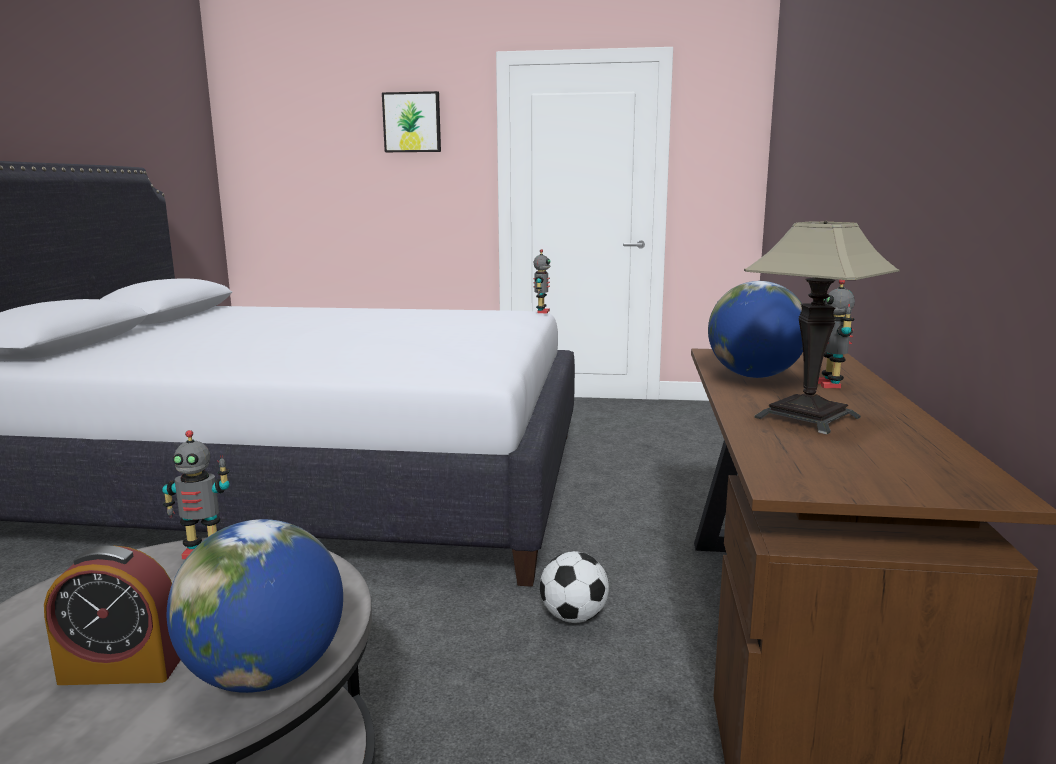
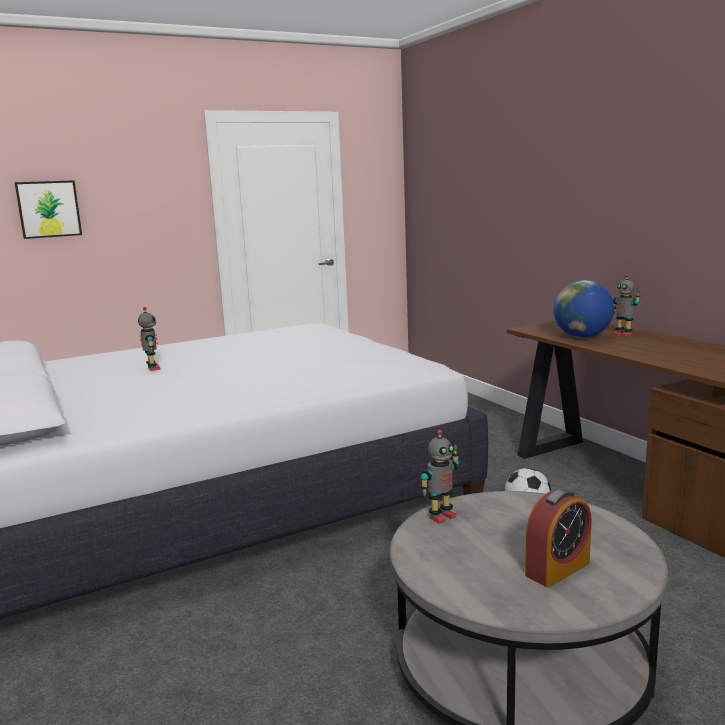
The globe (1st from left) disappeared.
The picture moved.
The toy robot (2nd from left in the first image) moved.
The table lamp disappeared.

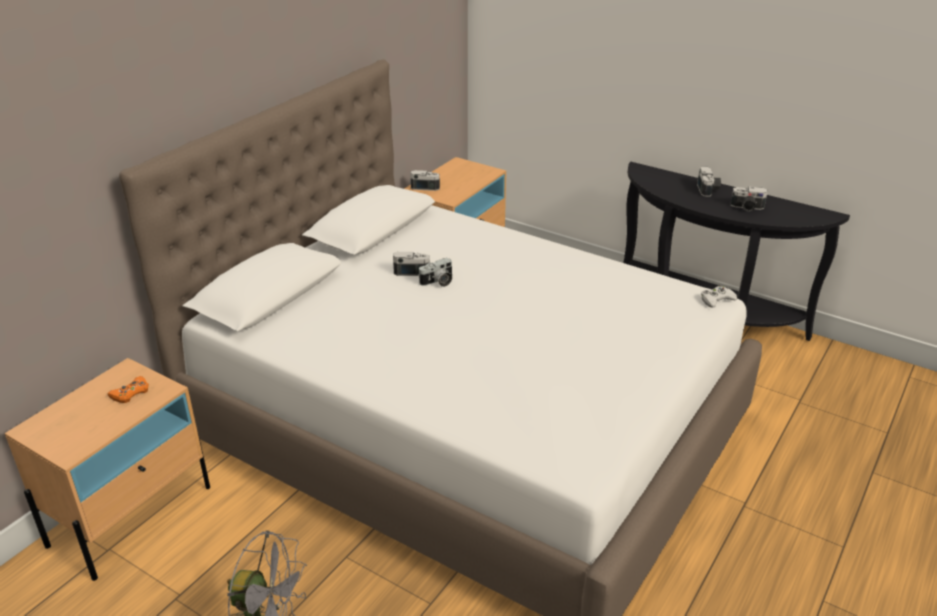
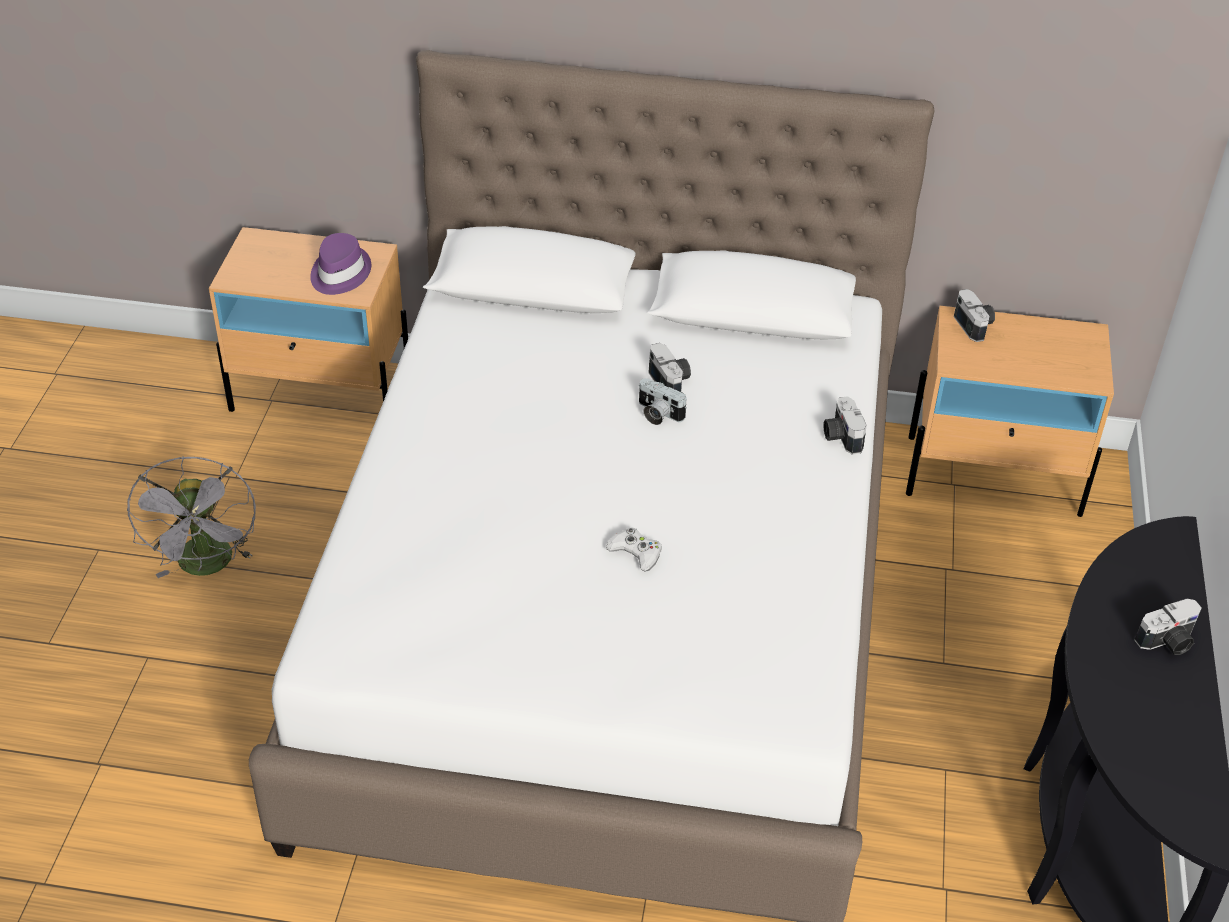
The orange game controller was replaced by the purple hat.
The white game controller moved.
The photo camera (5th from left in the first image) moved.

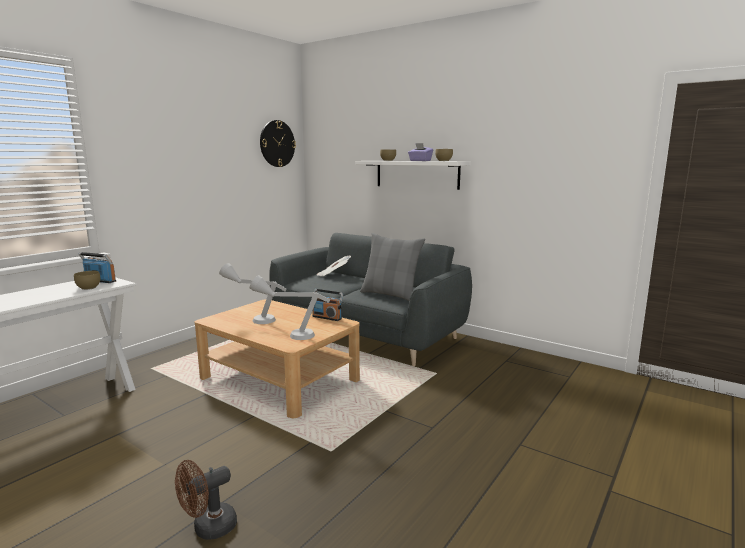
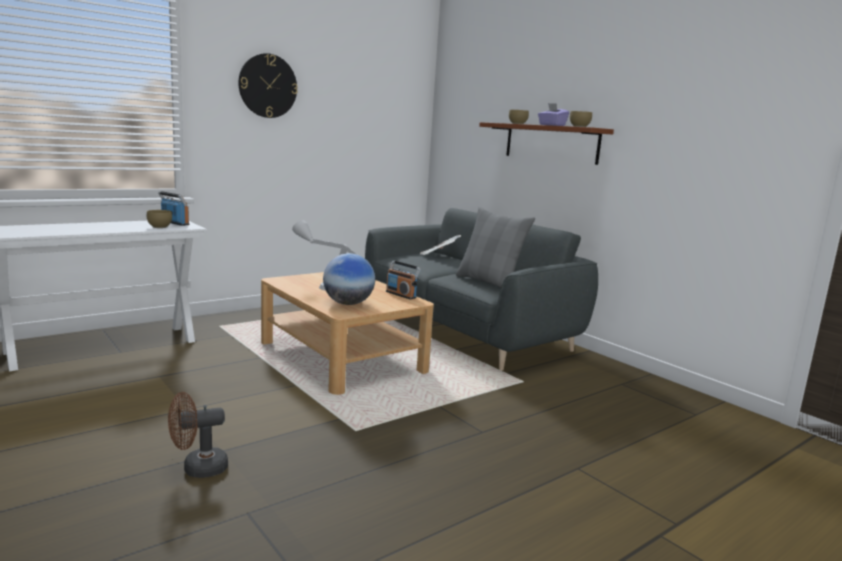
The grey table lamp (2nd from left) was replaced by the globe.
The wall clock moved.
The white shelf became the brown shelf.

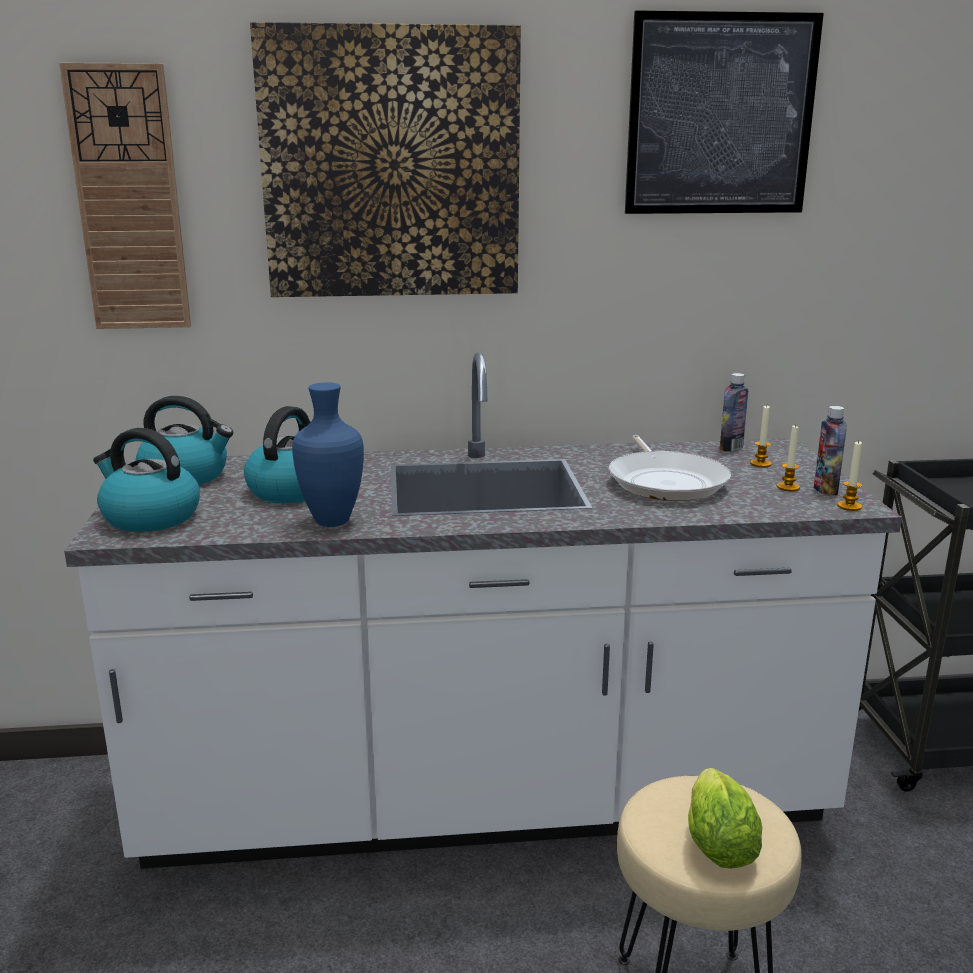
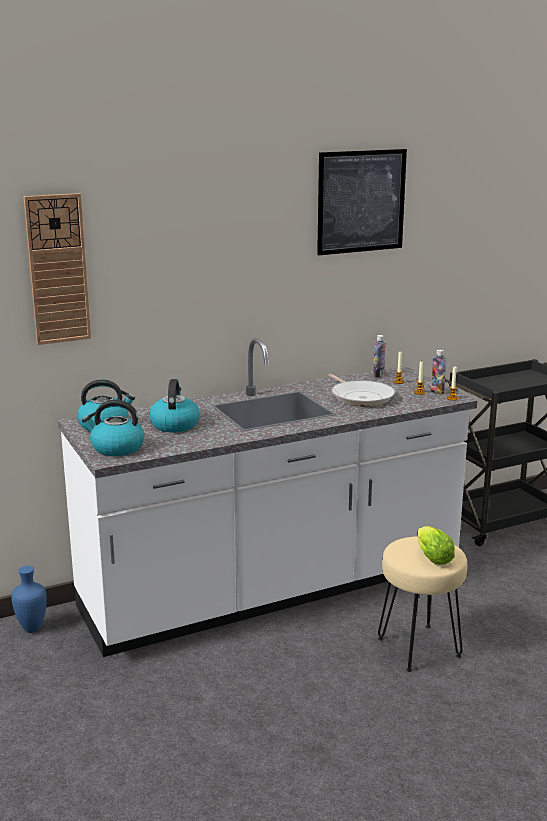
The picture (1st from left) disappeared.
The blue vase moved.

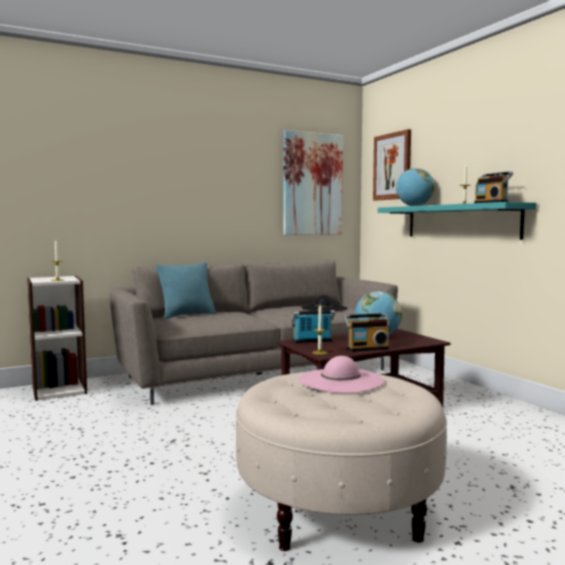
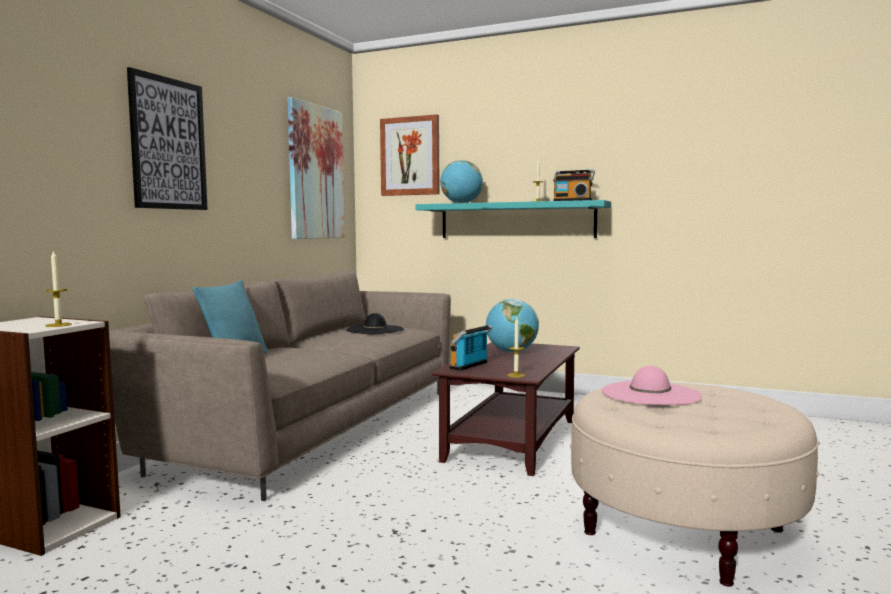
The radio (2nd from left) disappeared.
The picture (1st from left) appeared.

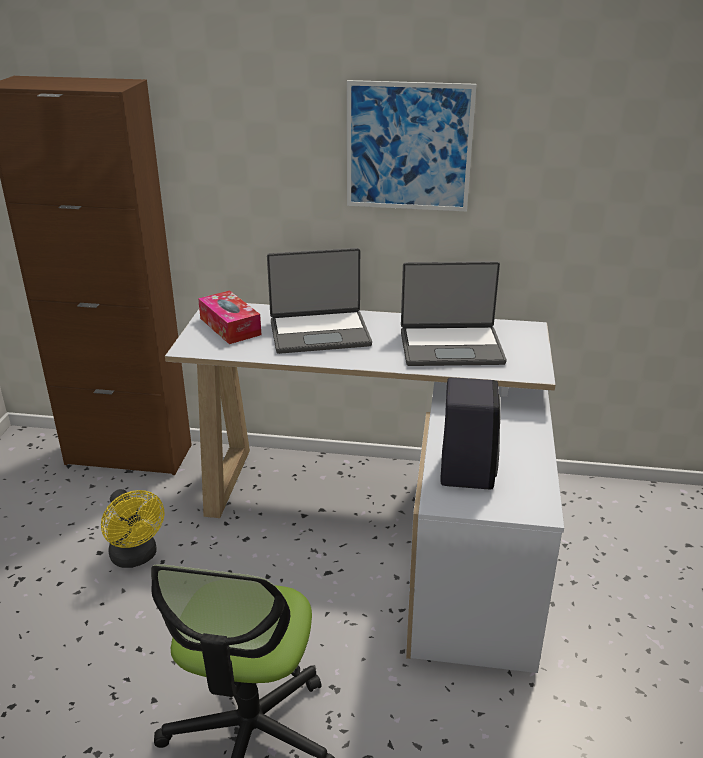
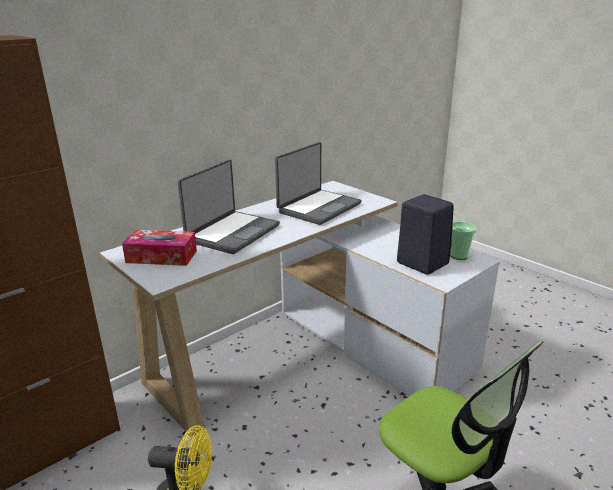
The picture disappeared.
The cup appeared.

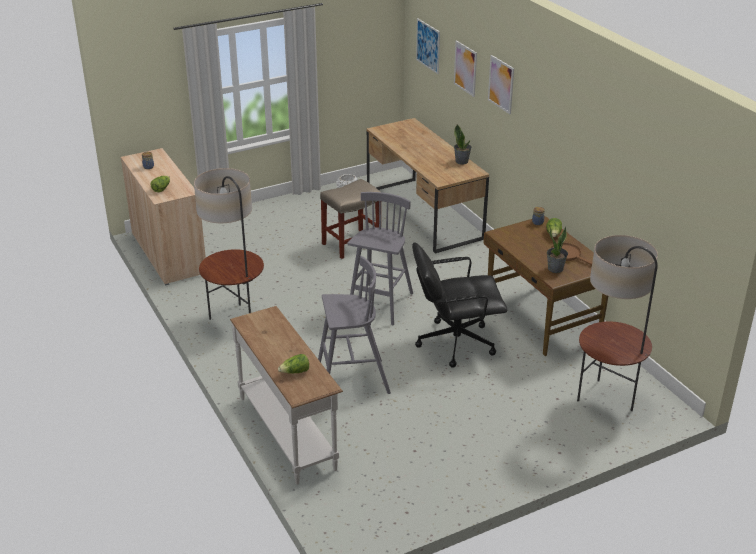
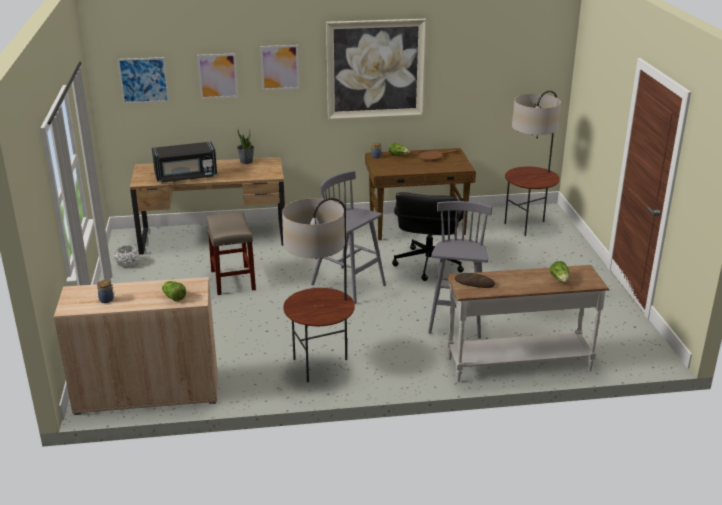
The potted plant (2nd from left) disappeared.
The black microwave appeared.
The picture (4th from left) appeared.
The bread appeared.

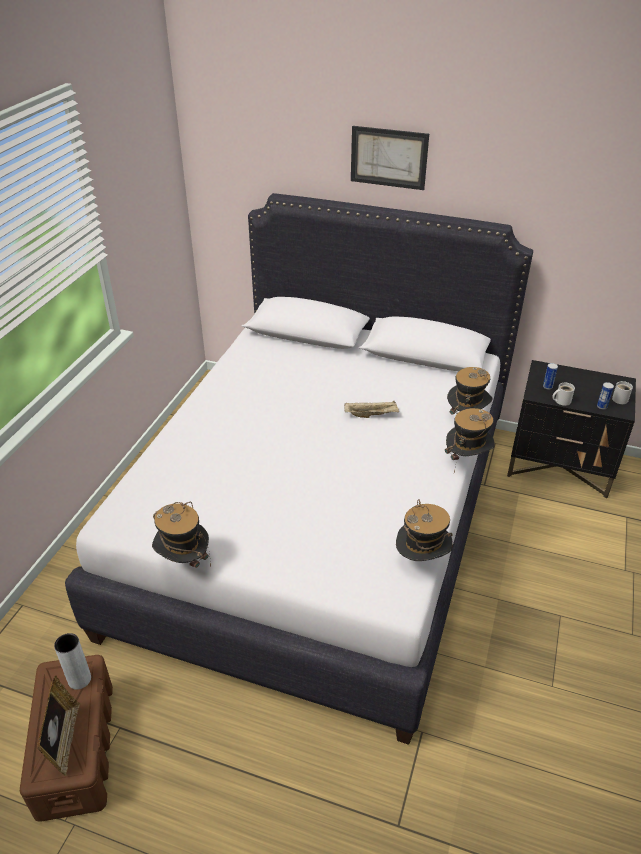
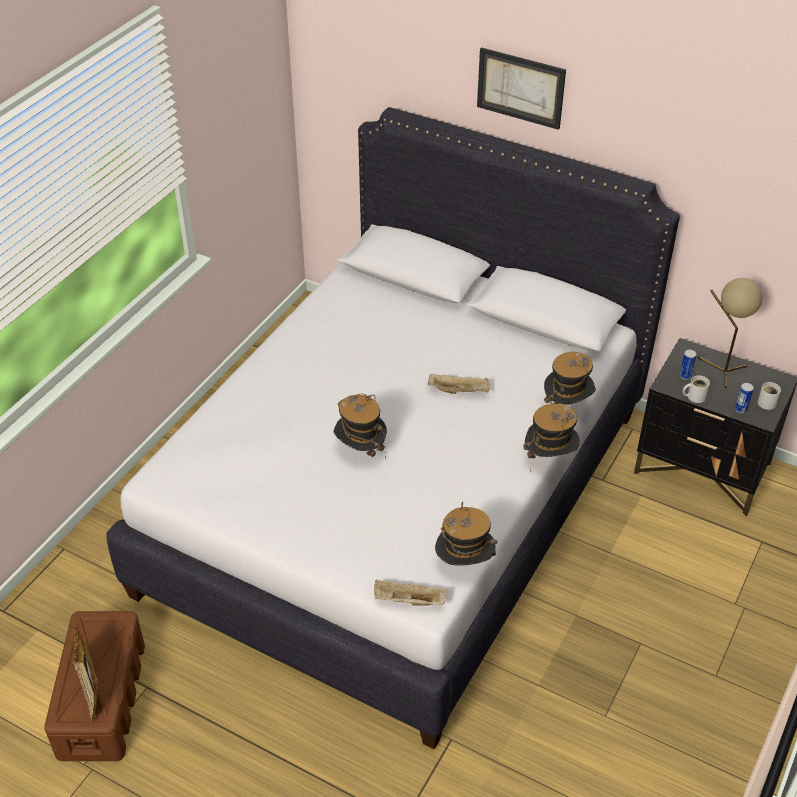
The picture frame turned 150 degrees clockwise.
The grey vase disappeared.
The hat (1st from left) moved.
The beige tray (1st from left) appeared.
The beige table lamp appeared.

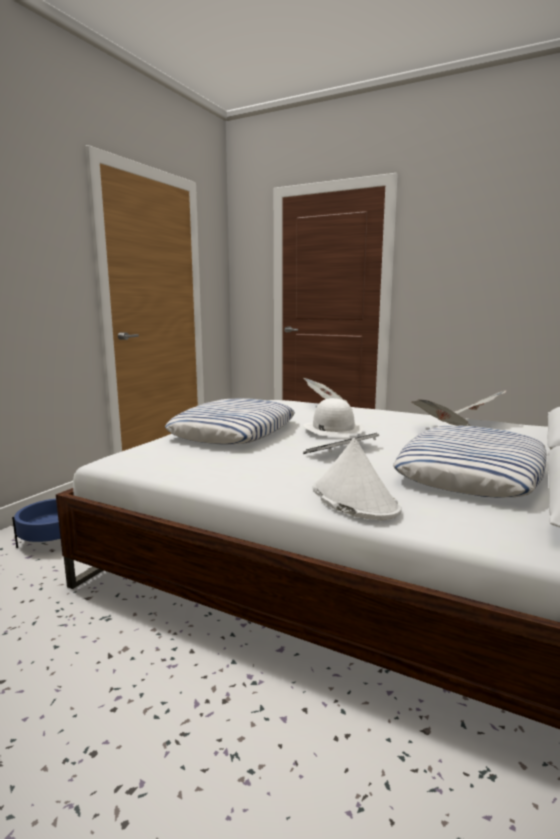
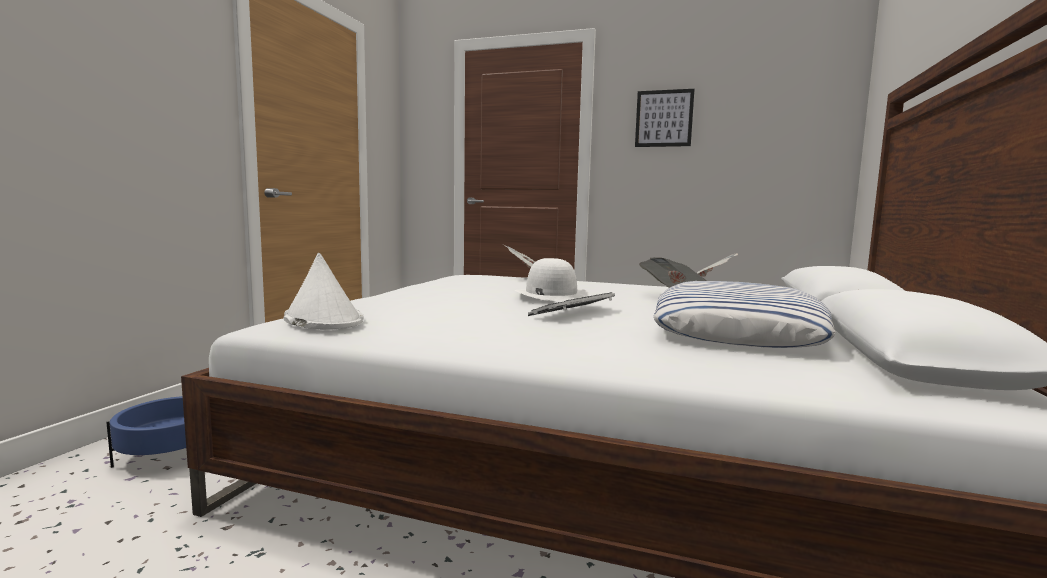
The pillow (1st from left) disappeared.
The white hat (2nd from left in the first image) moved.
The picture appeared.

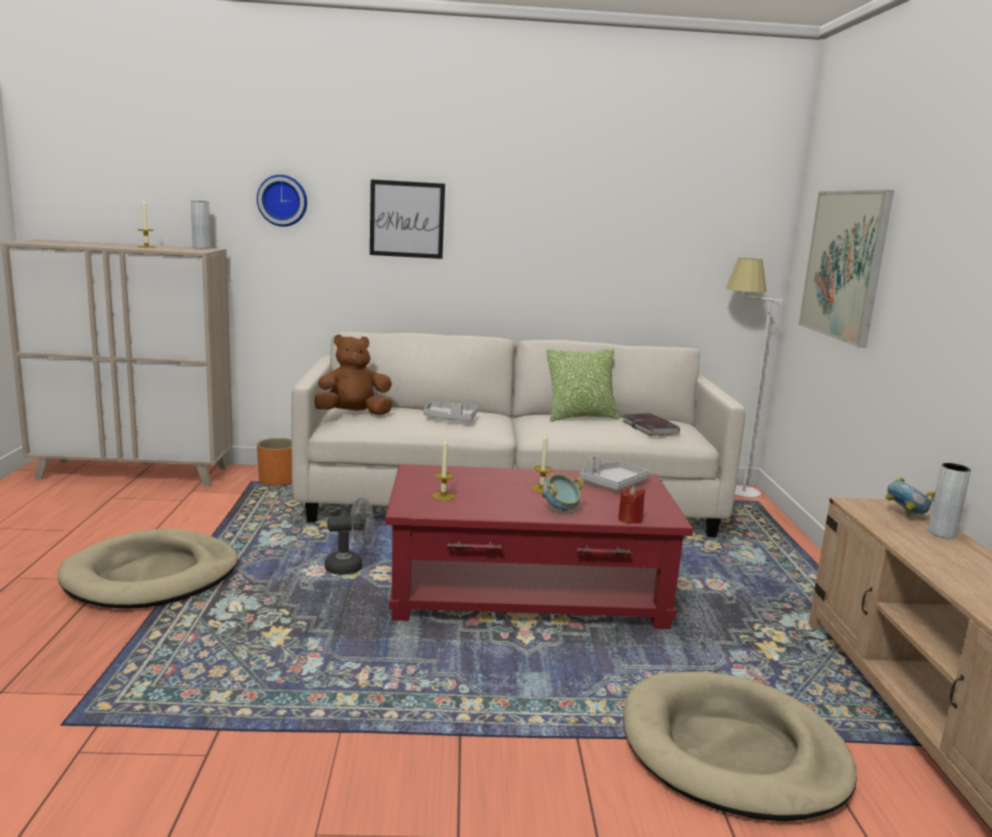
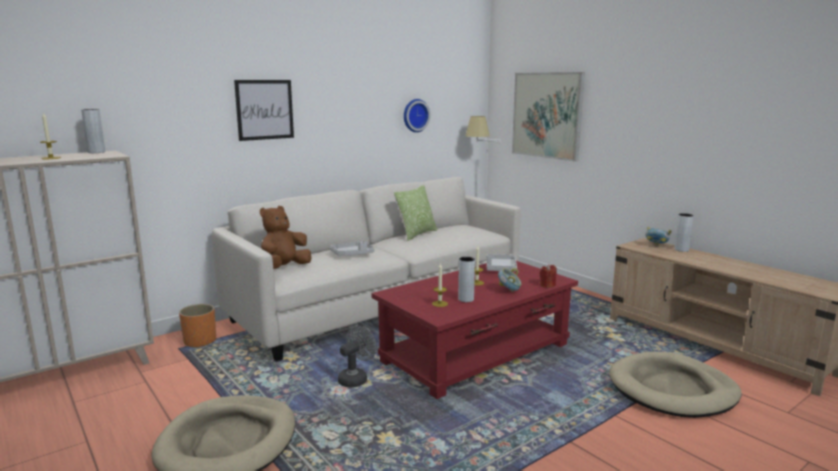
The wall clock moved.
The book disappeared.
The grey vase (2nd from left) appeared.

